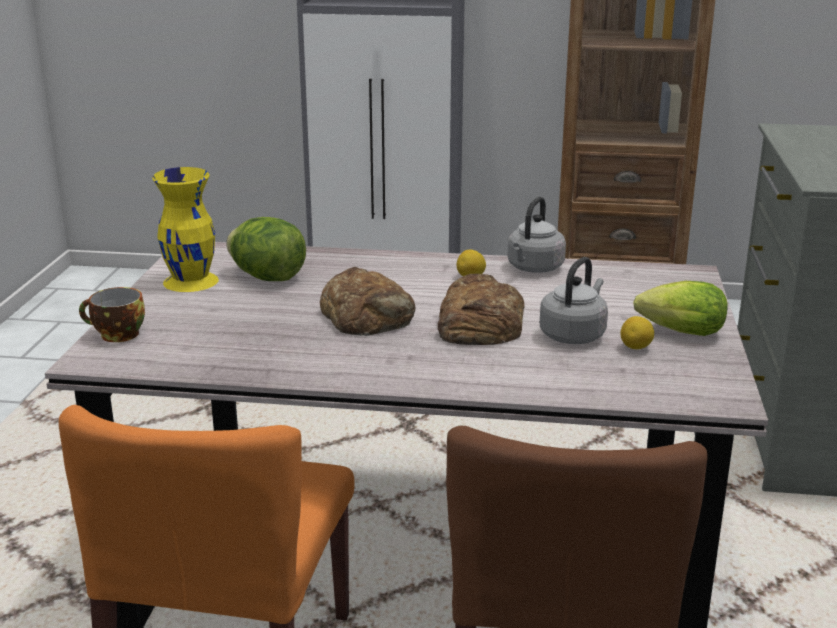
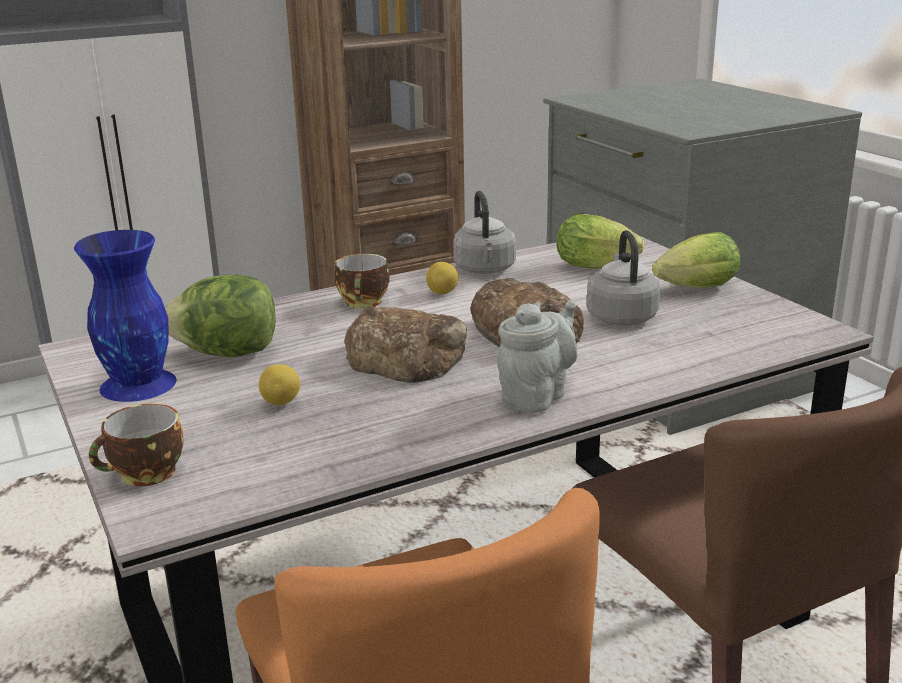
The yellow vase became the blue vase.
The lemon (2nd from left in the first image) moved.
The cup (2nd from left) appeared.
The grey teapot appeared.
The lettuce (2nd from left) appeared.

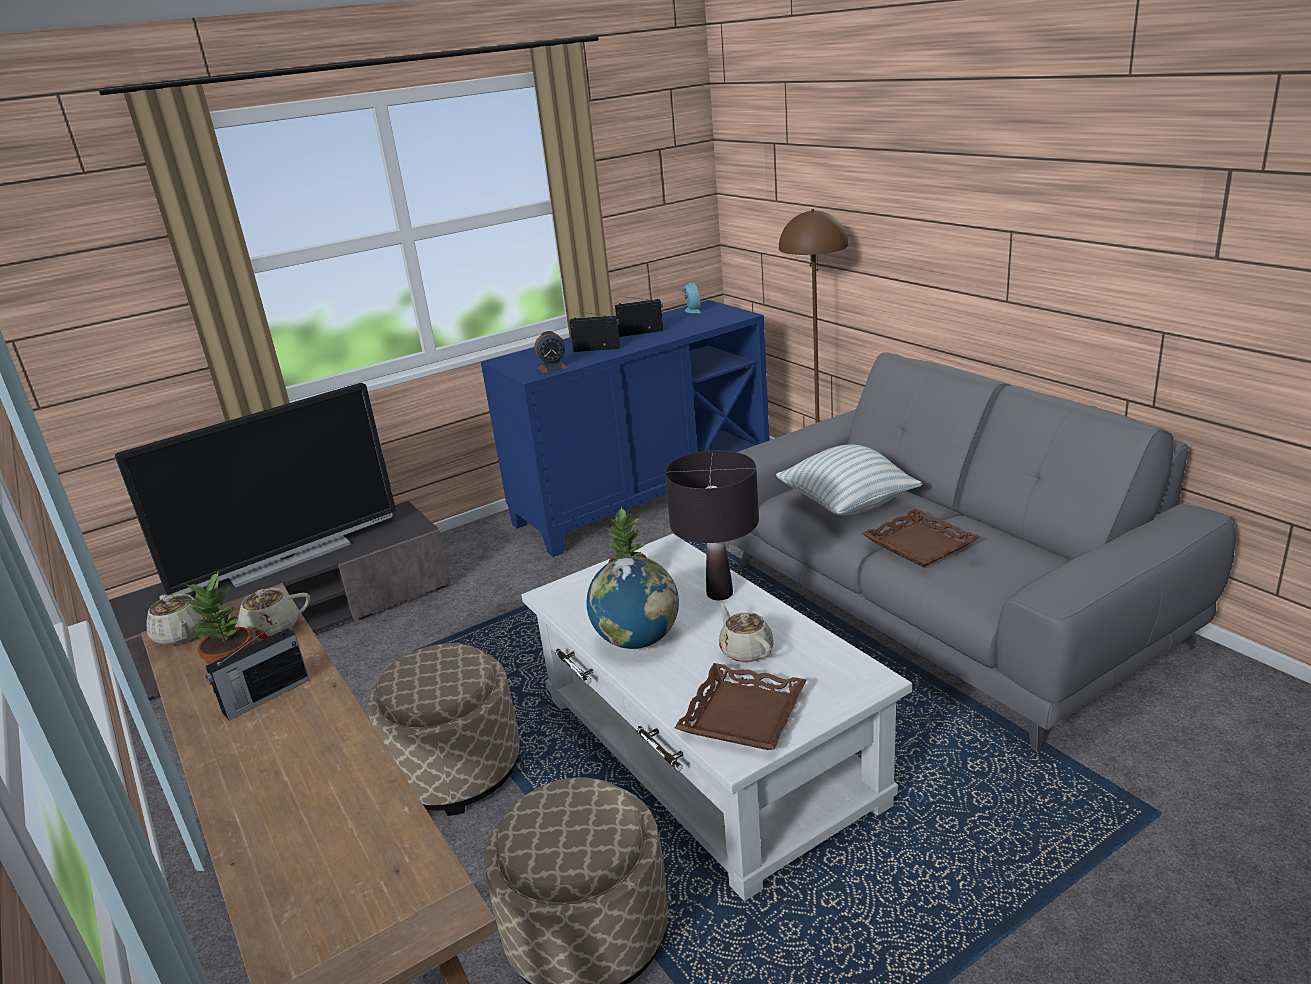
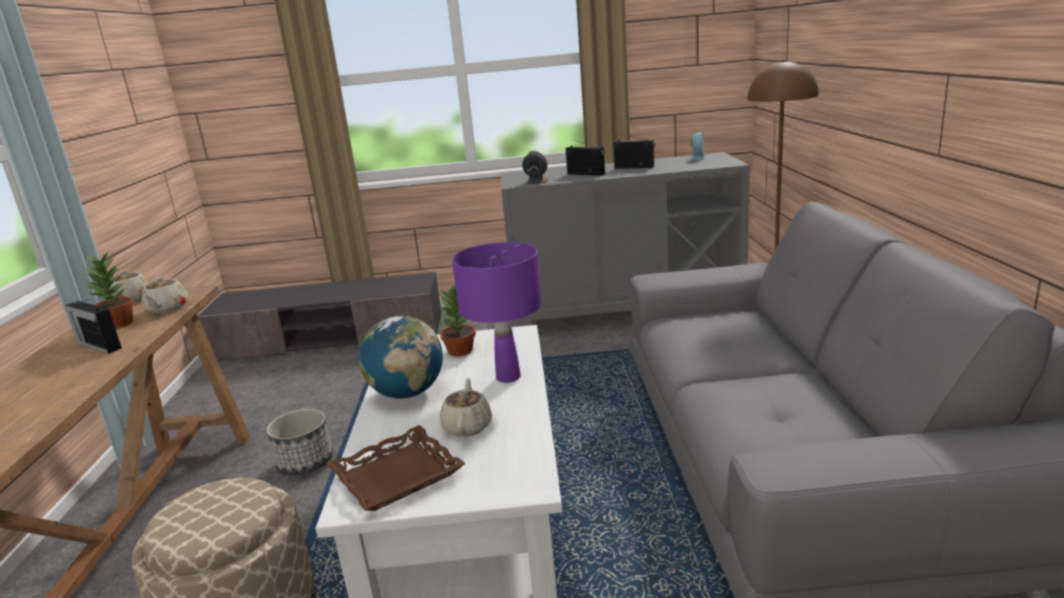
The television disappeared.
The radio (1st from left) turned 45 degrees clockwise.
The beige teapot (2nd from left) turned 105 degrees counterclockwise.
The beige ottoman (1st from left) was replaced by the planter.
The blue cabinet became the grey cabinet.
The black table lamp became the purple table lamp.
The pillow disappeared.
The brown tray (2nd from left) disappeared.

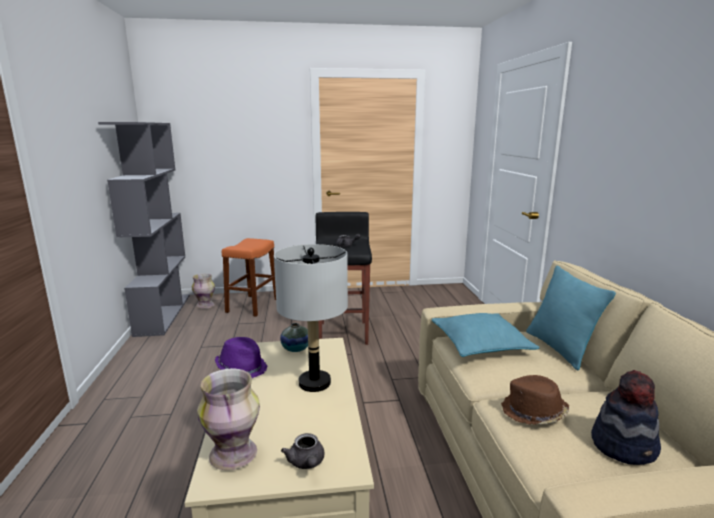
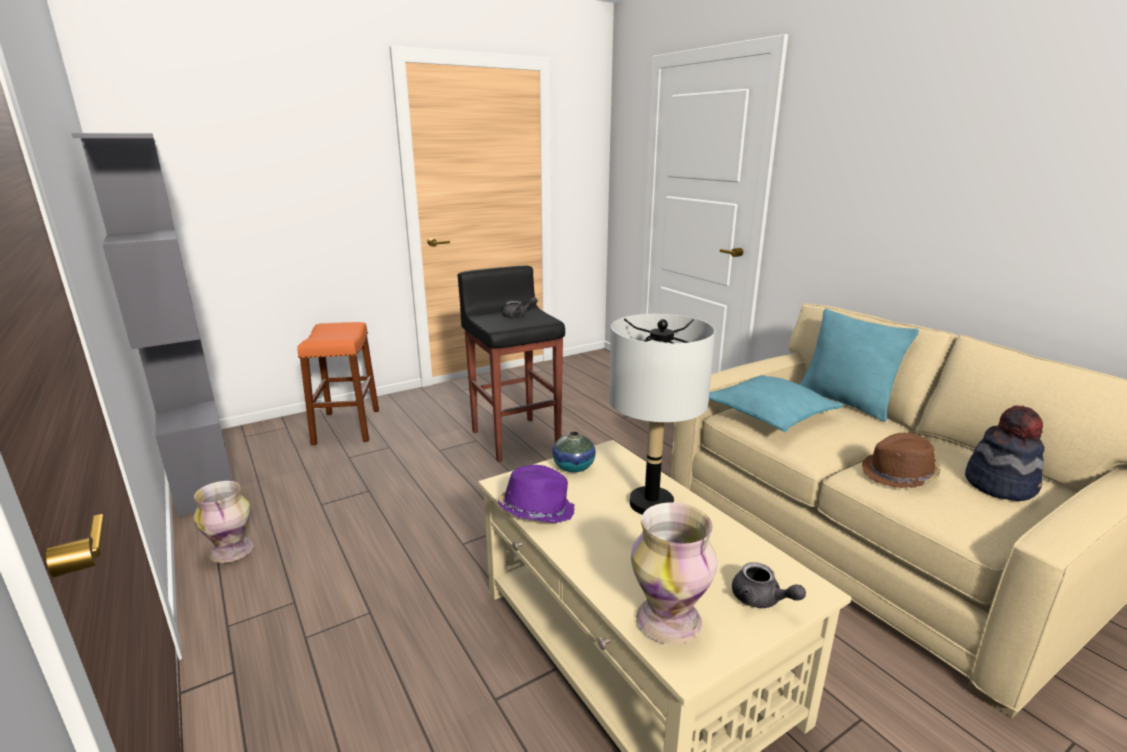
The vase (1st from left) moved.

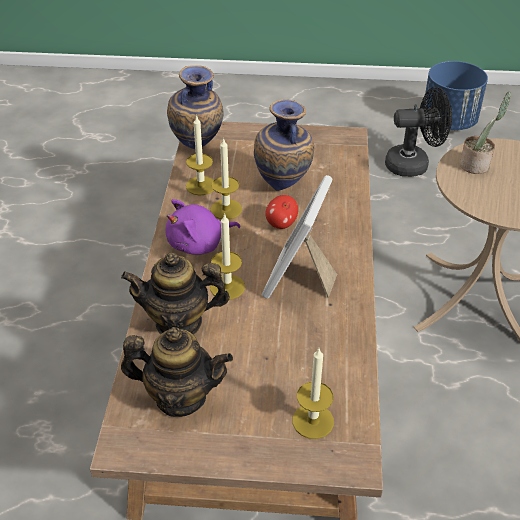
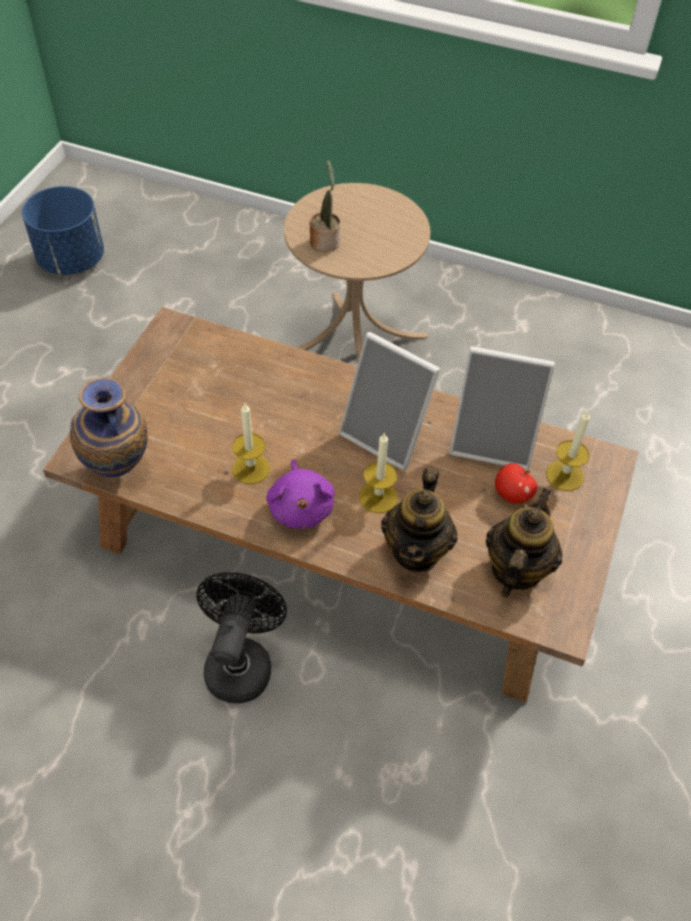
The candle (1st from left) disappeared.
The vase (2nd from left) disappeared.
The apple moved.
The black fan moved.
The picture frame (2nd from left) appeared.

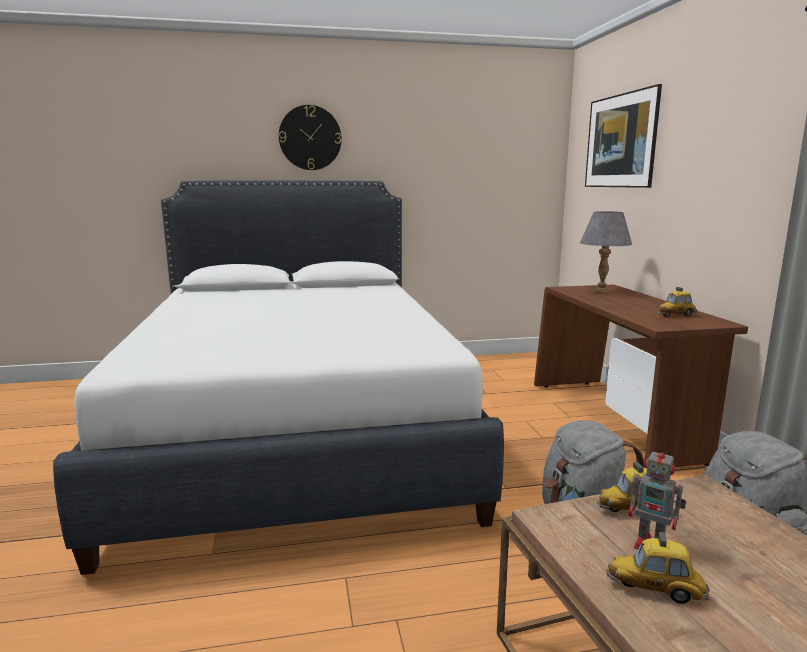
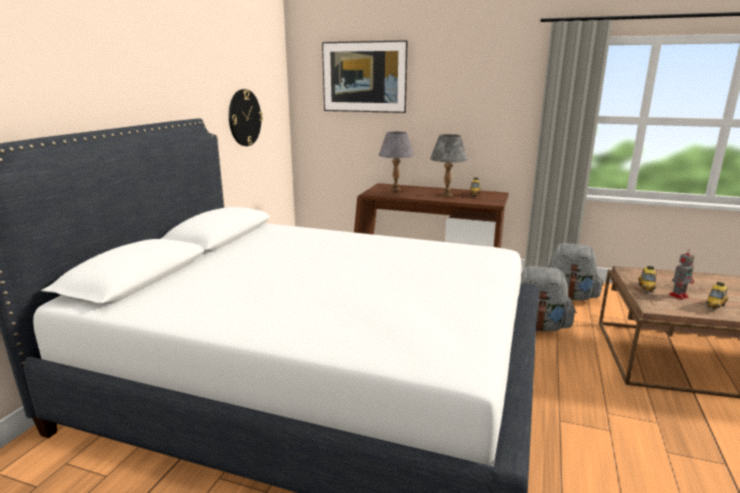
The wall clock moved.
The grey table lamp (2nd from left) appeared.

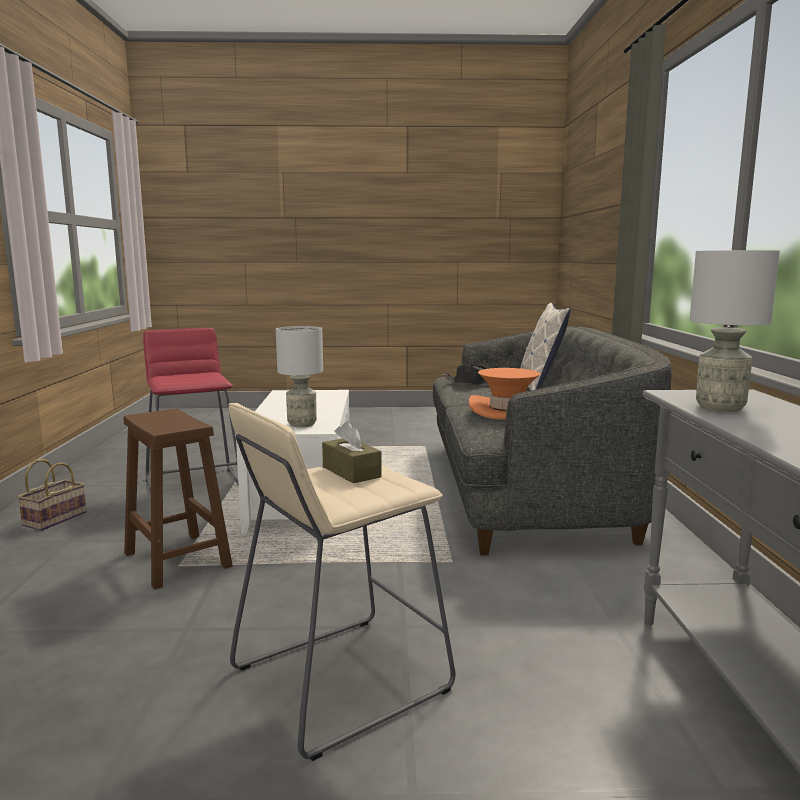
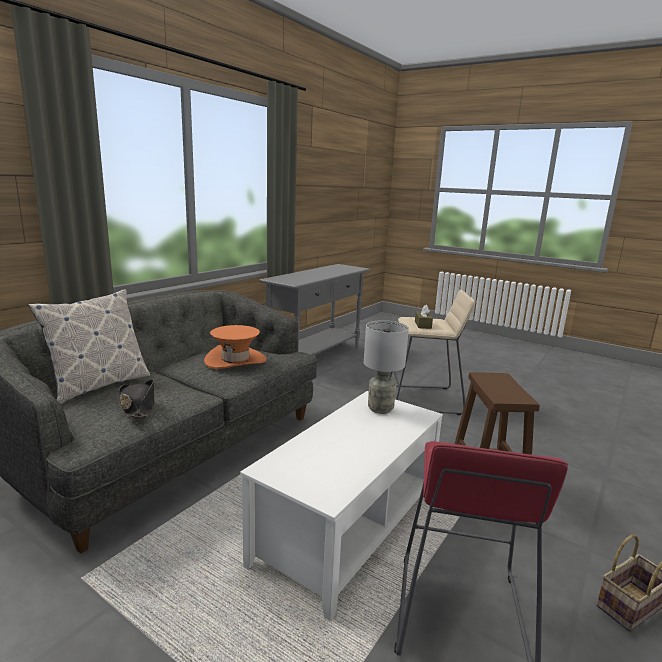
The grey table lamp (2nd from left) disappeared.

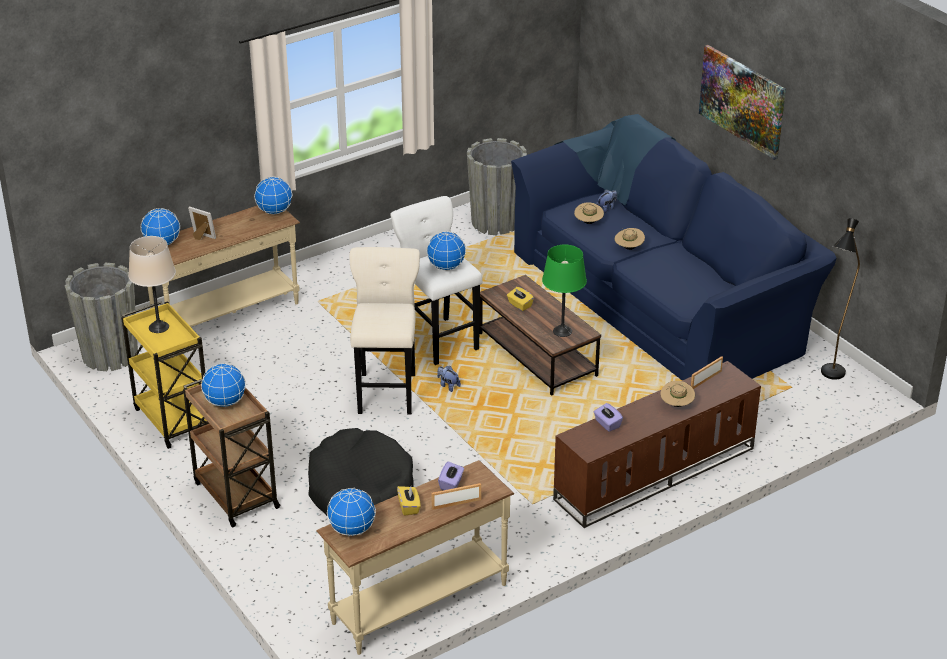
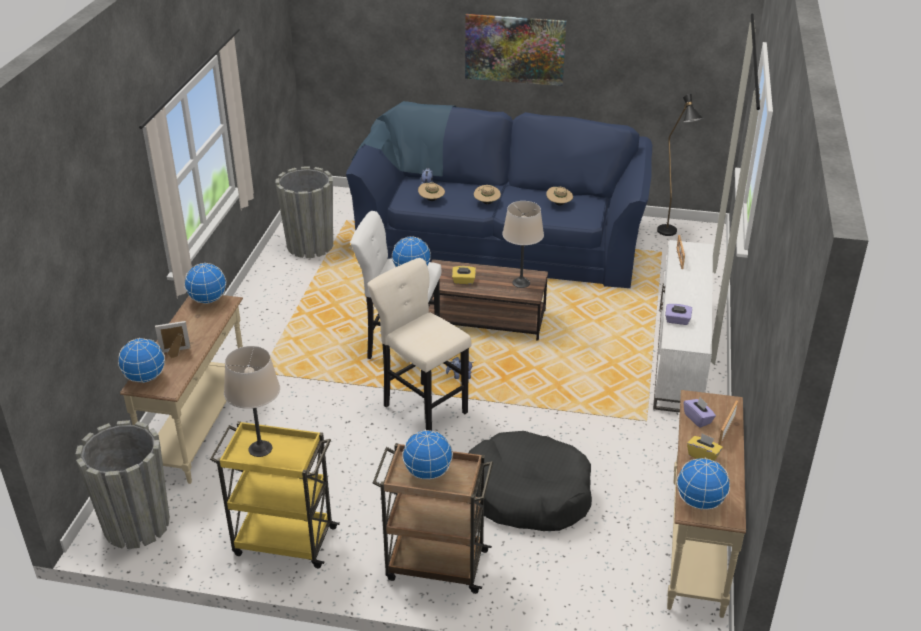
The green table lamp became the beige table lamp (2nd from left).
The brown tv stand became the white tv stand.
The beige hat (3rd from left) moved.

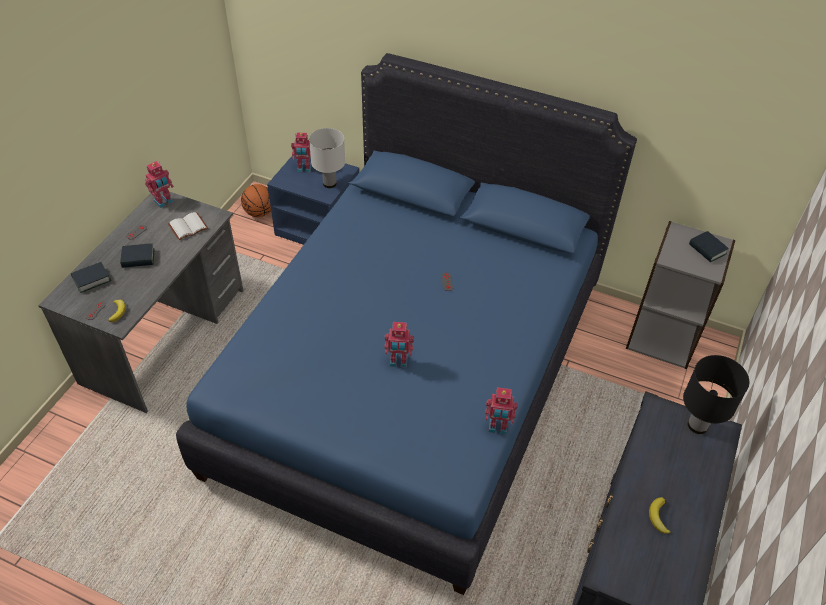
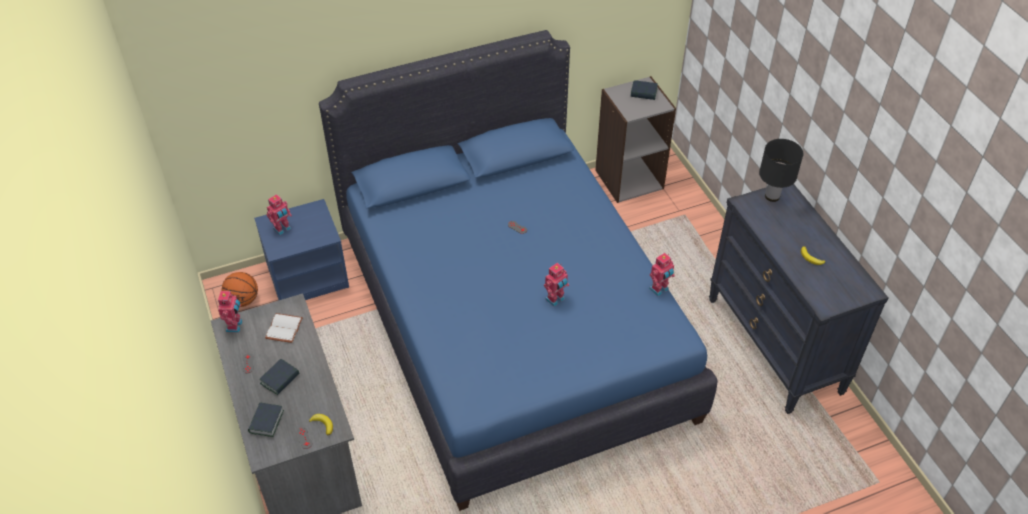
The white table lamp disappeared.

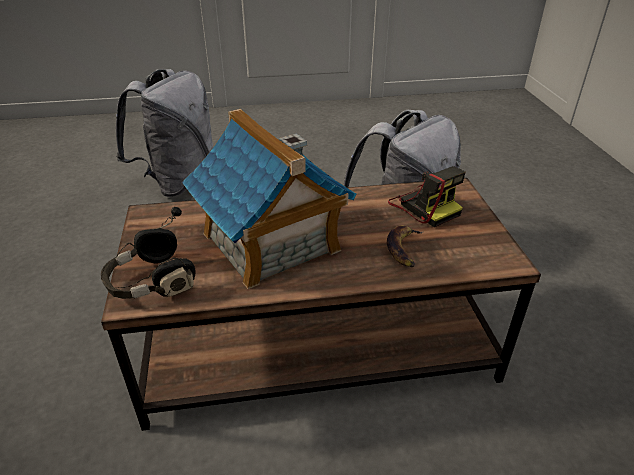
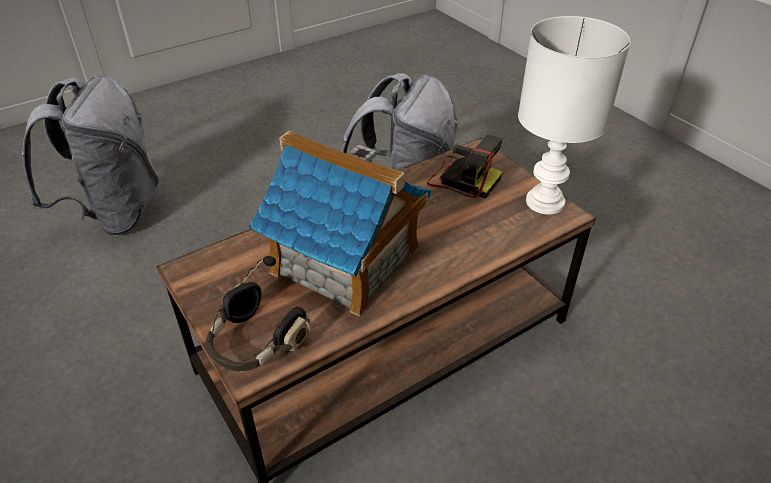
The banana disappeared.
The white table lamp appeared.

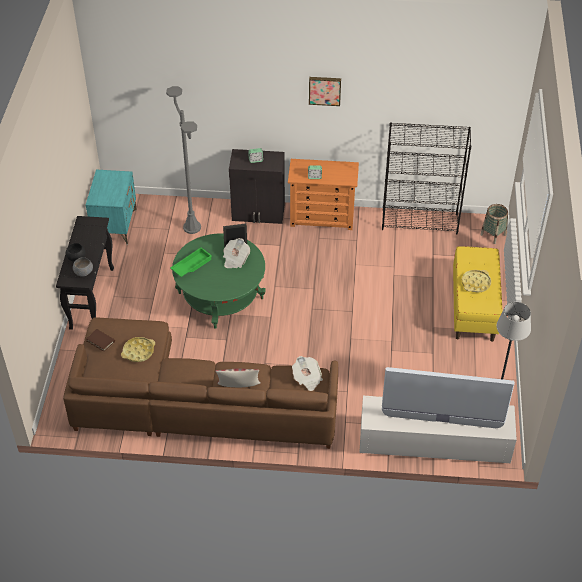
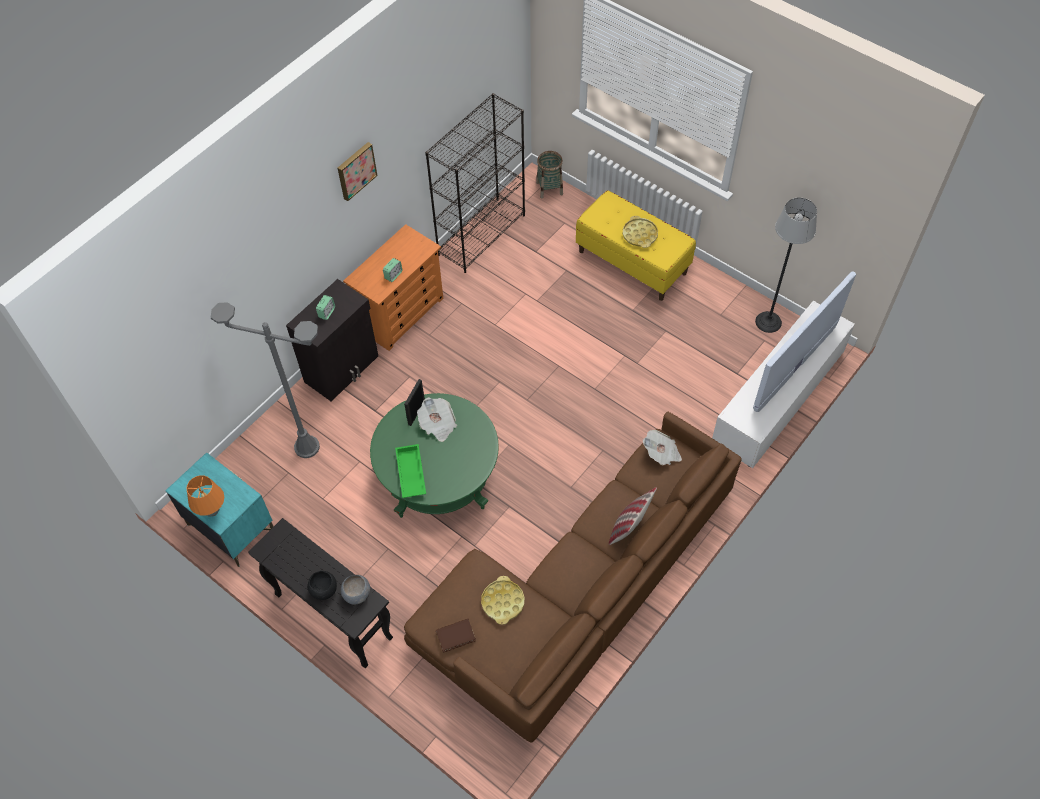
The orange table lamp appeared.

